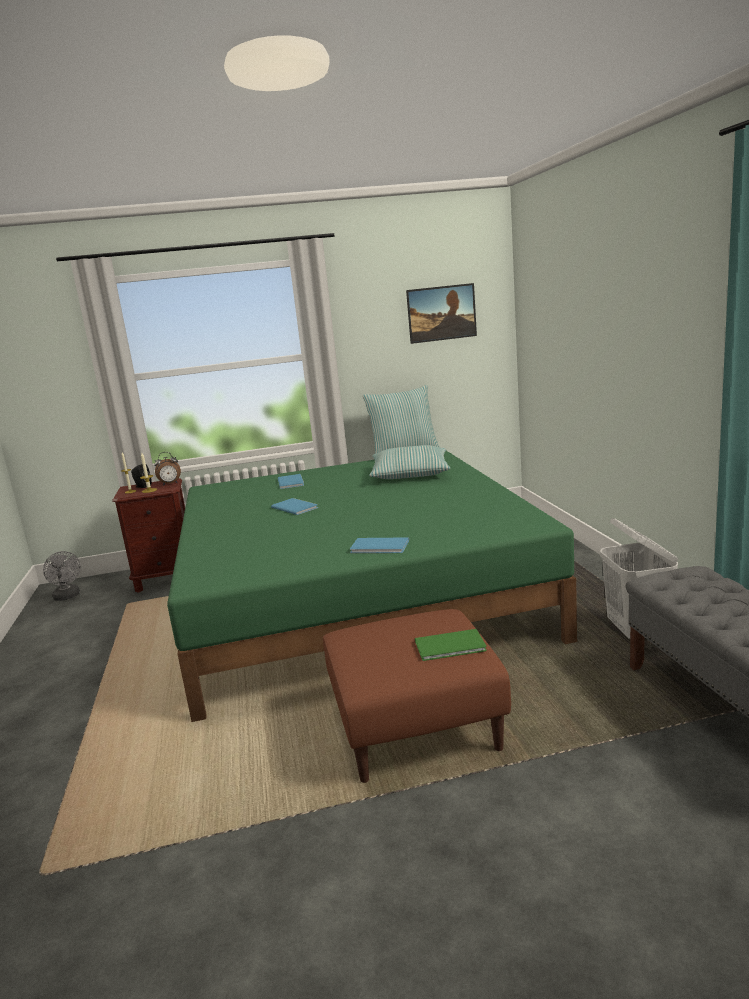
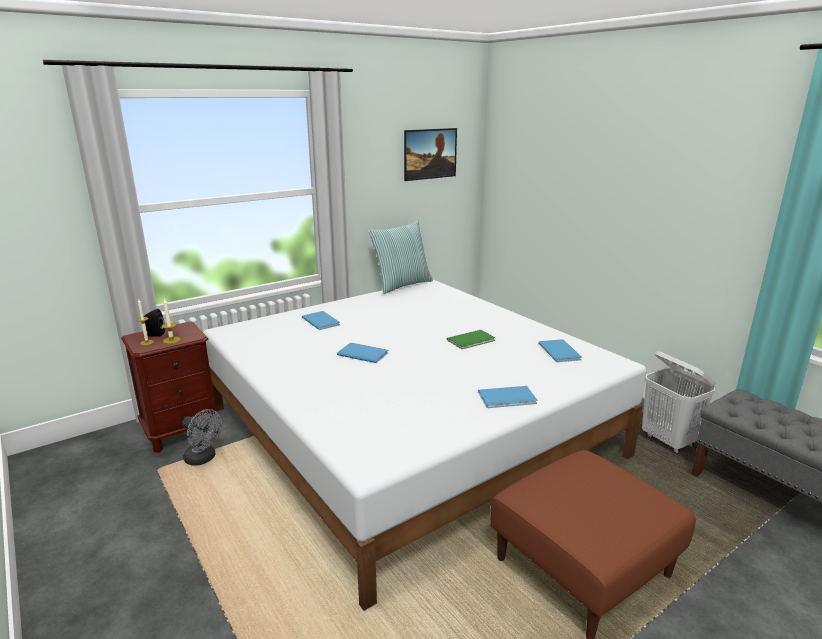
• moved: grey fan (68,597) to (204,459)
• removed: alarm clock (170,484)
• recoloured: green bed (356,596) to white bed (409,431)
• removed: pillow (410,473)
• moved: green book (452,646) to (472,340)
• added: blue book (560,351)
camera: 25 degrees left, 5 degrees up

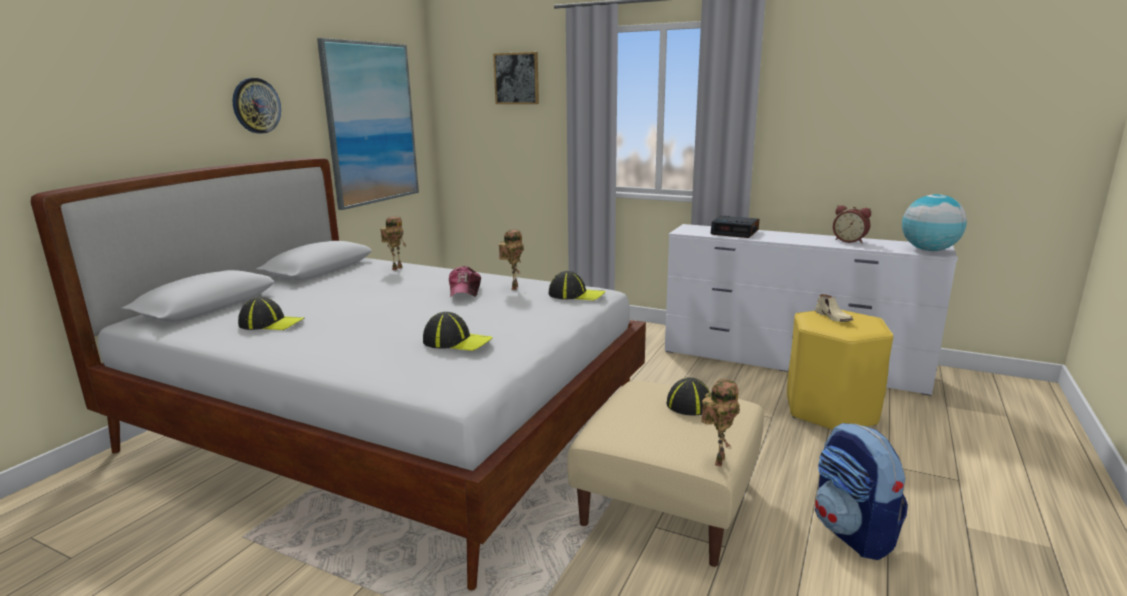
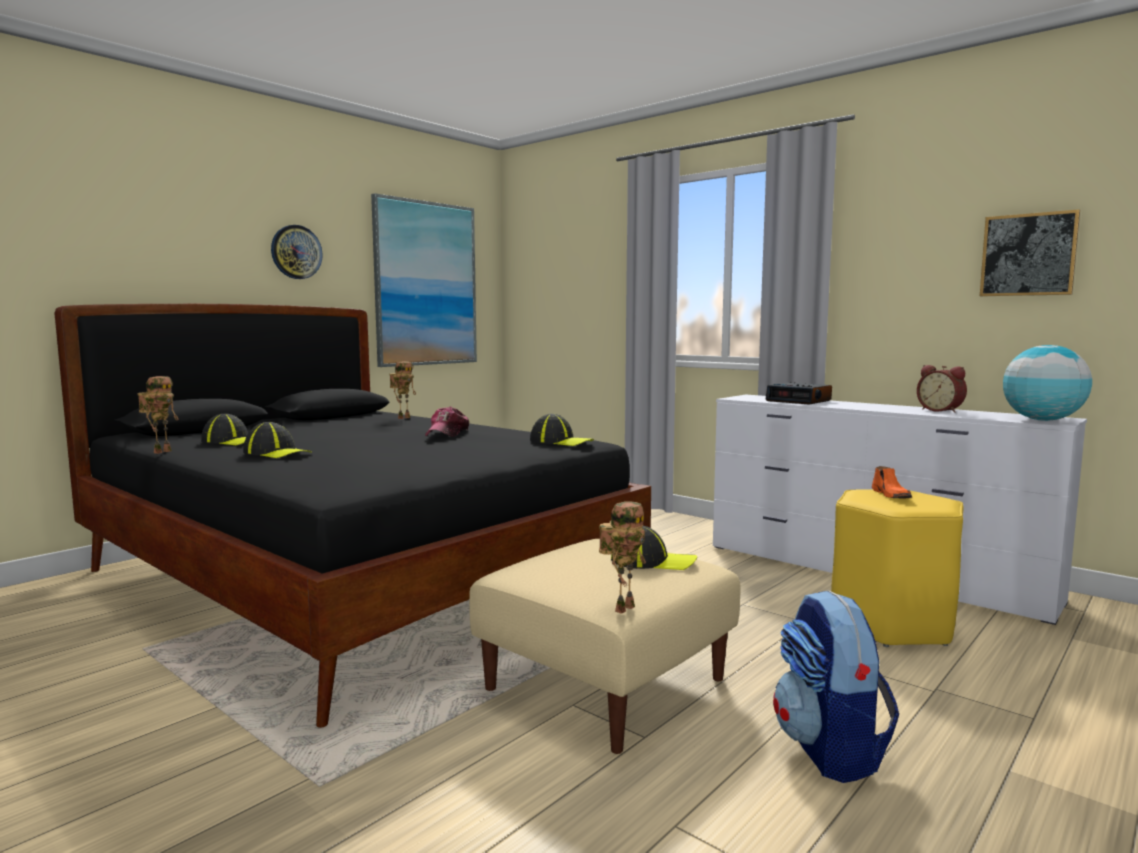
• recoloured: white bed (389,427) to black bed (354,580)
• moved: cap (457,341) to (277,453)
• moved: picture (516,78) to (1028,255)
• moved: toy robot (513,287) to (162,451)
• recoloured: beige shoe (833,317) to orange shoe (891,495)
camera: 15 degrees right, 10 degrees down

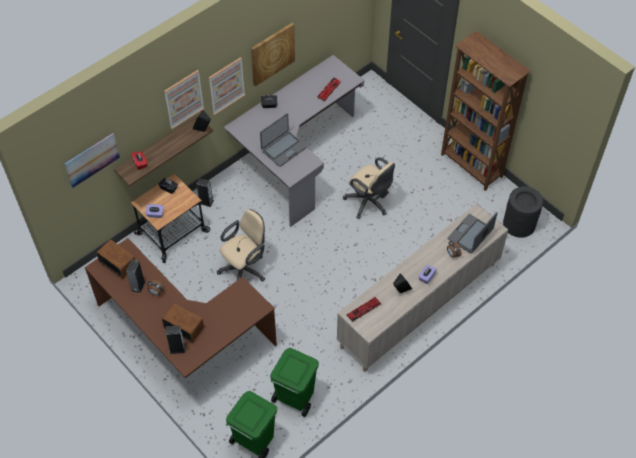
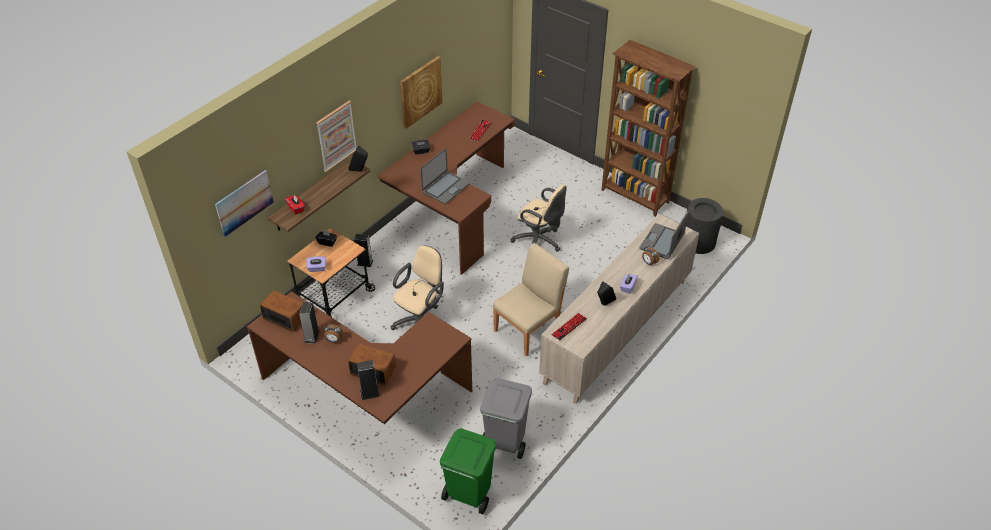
• removed: picture (226,85)
• recoloured: grey desk (295,158) to brown desk (452,211)
• recoloured: green trash can (294,398) to grey trash can (505,442)
• added: beige chair (529,329)
camera: 10 degrees left, 10 degrees down

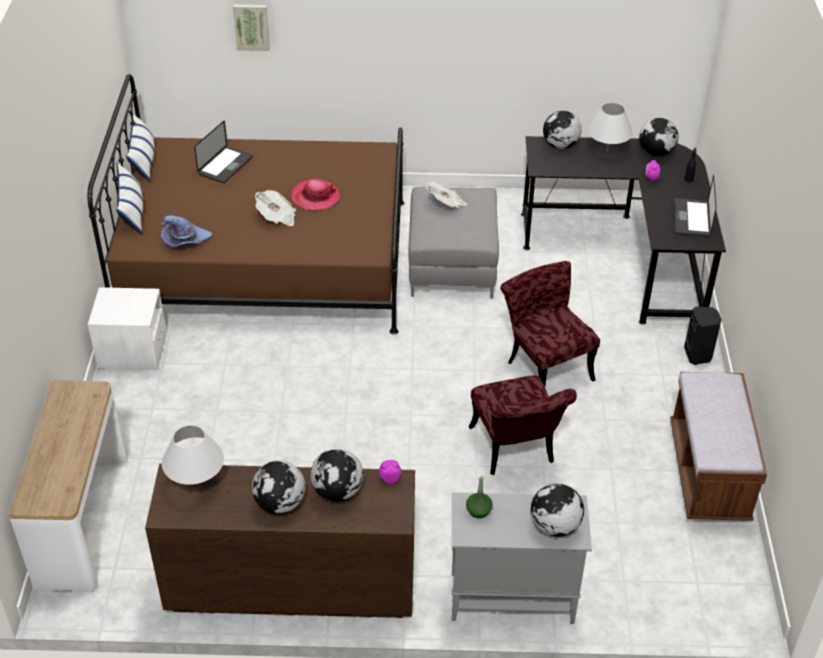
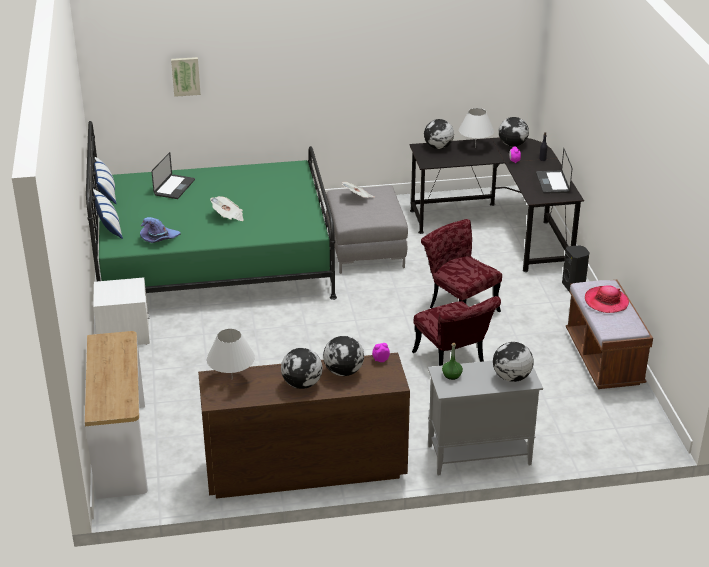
• recoloured: brown bed (265,260) to green bed (214,262)
• moved: hat (315,197) to (606,301)
camera: 10 degrees left, 10 degrees down

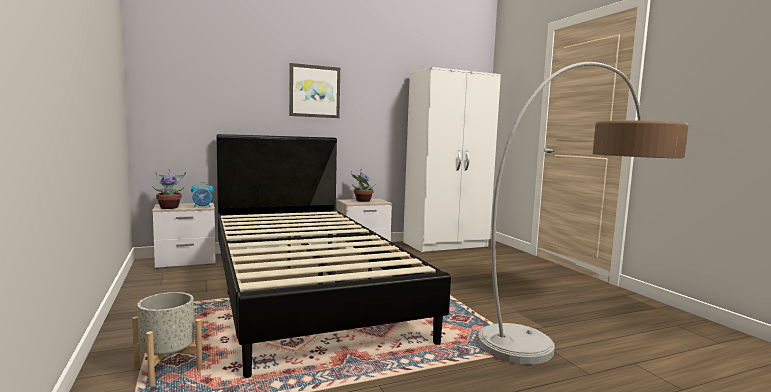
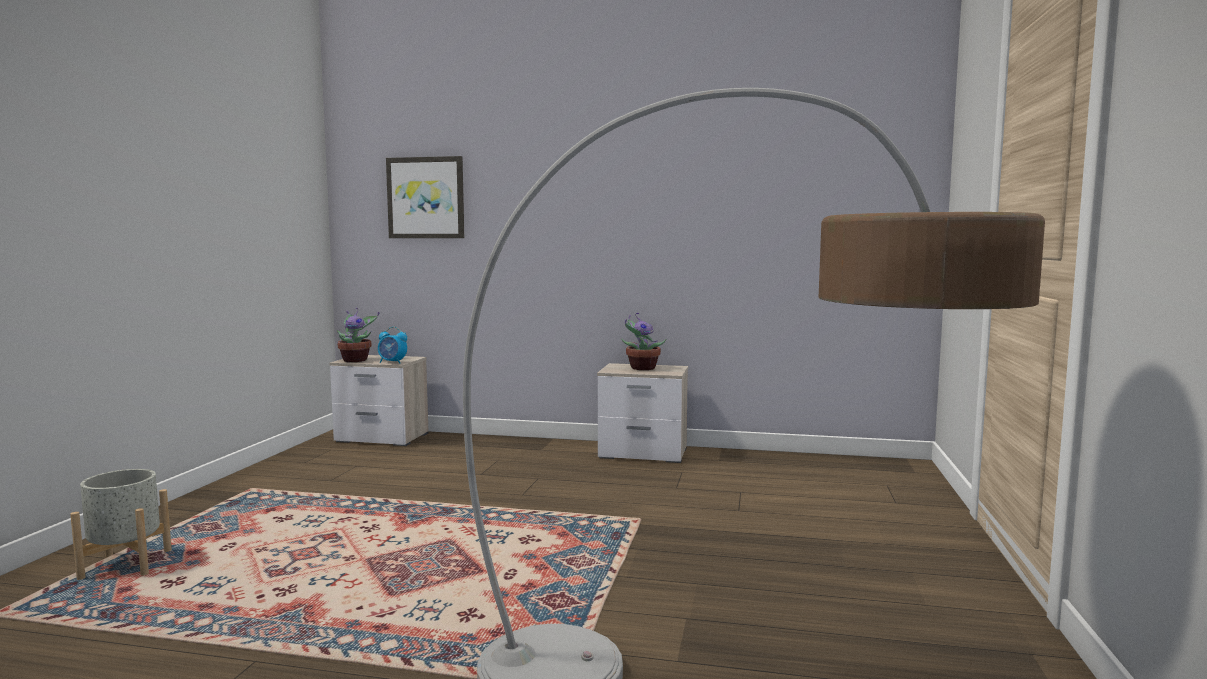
• removed: black bed (303,288)
• moved: picture (314,91) to (426,198)
• removed: white wardrobe (446,244)
camera: 35 degrees right, 0 degrees up

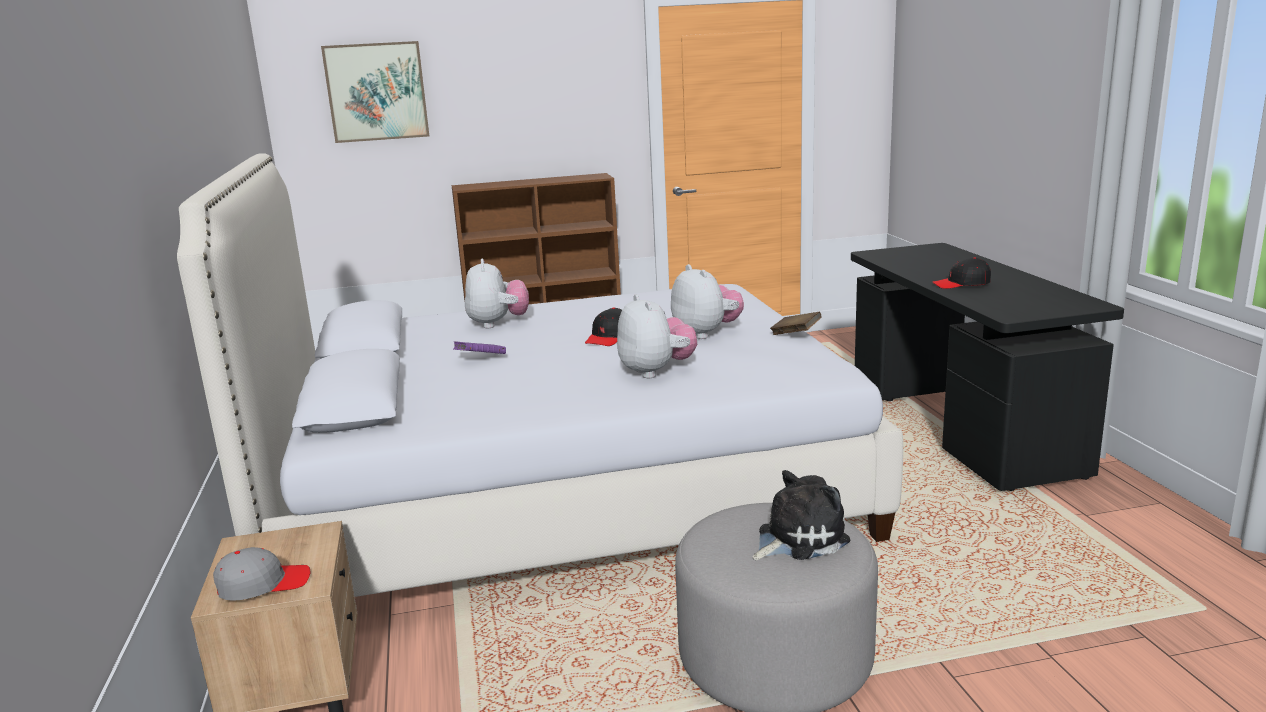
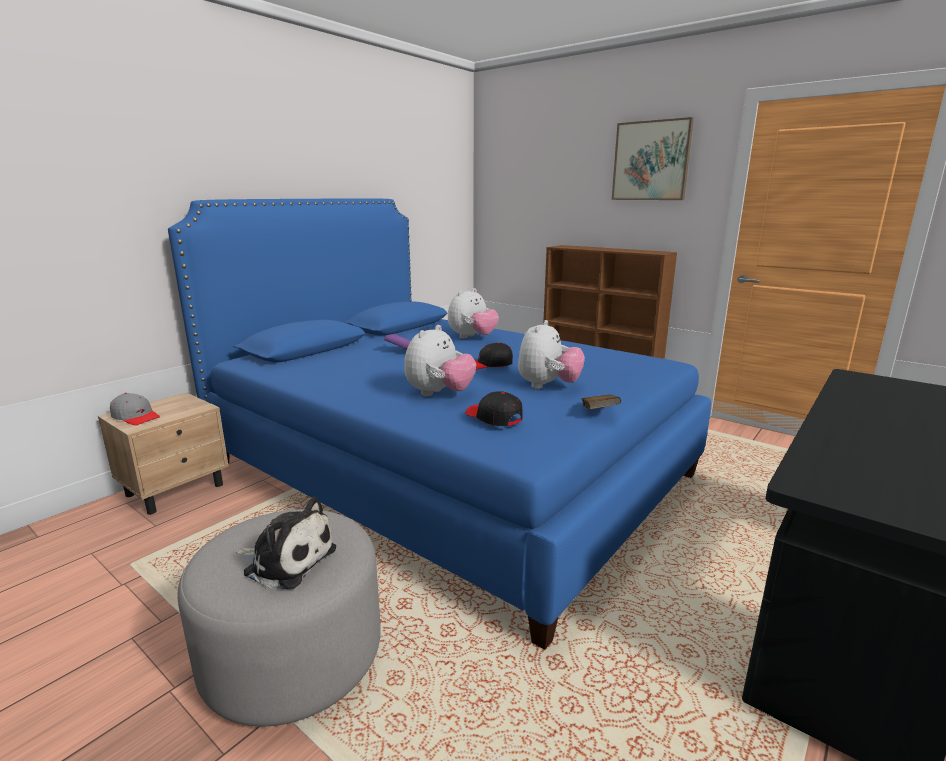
• recoloured: white bed (562,492) to blue bed (447,469)
• moved: picture (376,92) to (651,161)
• moved: black cap (961,284) to (493,417)
camera: 50 degrees right, 0 degrees up

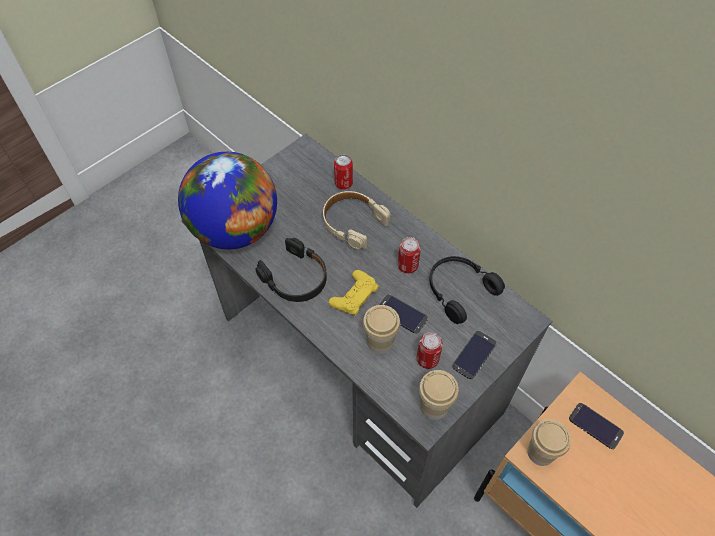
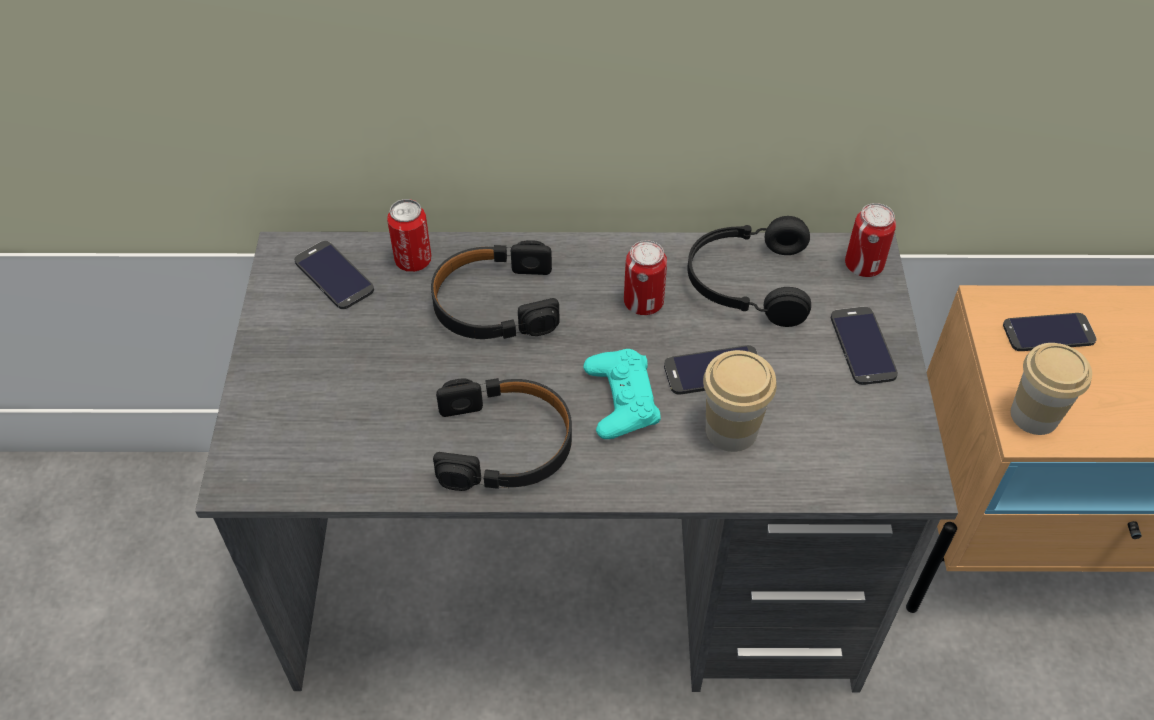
• removed: globe (235,229)
• recoloured: beige headphones (353,222) to black headphones (495,304)
• recoloured: yellow game controller (354,296) to turquoise game controller (621,400)
• moved: can (427,359) to (863,265)
• removed: cup (434,406)
• added: phone (334,275)
camera: 45 degrees left, 5 degrees down

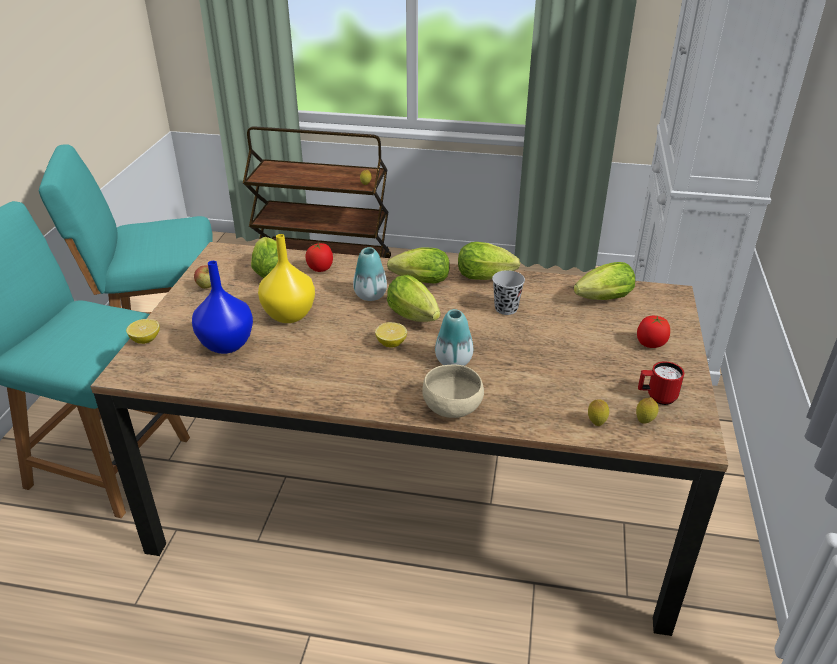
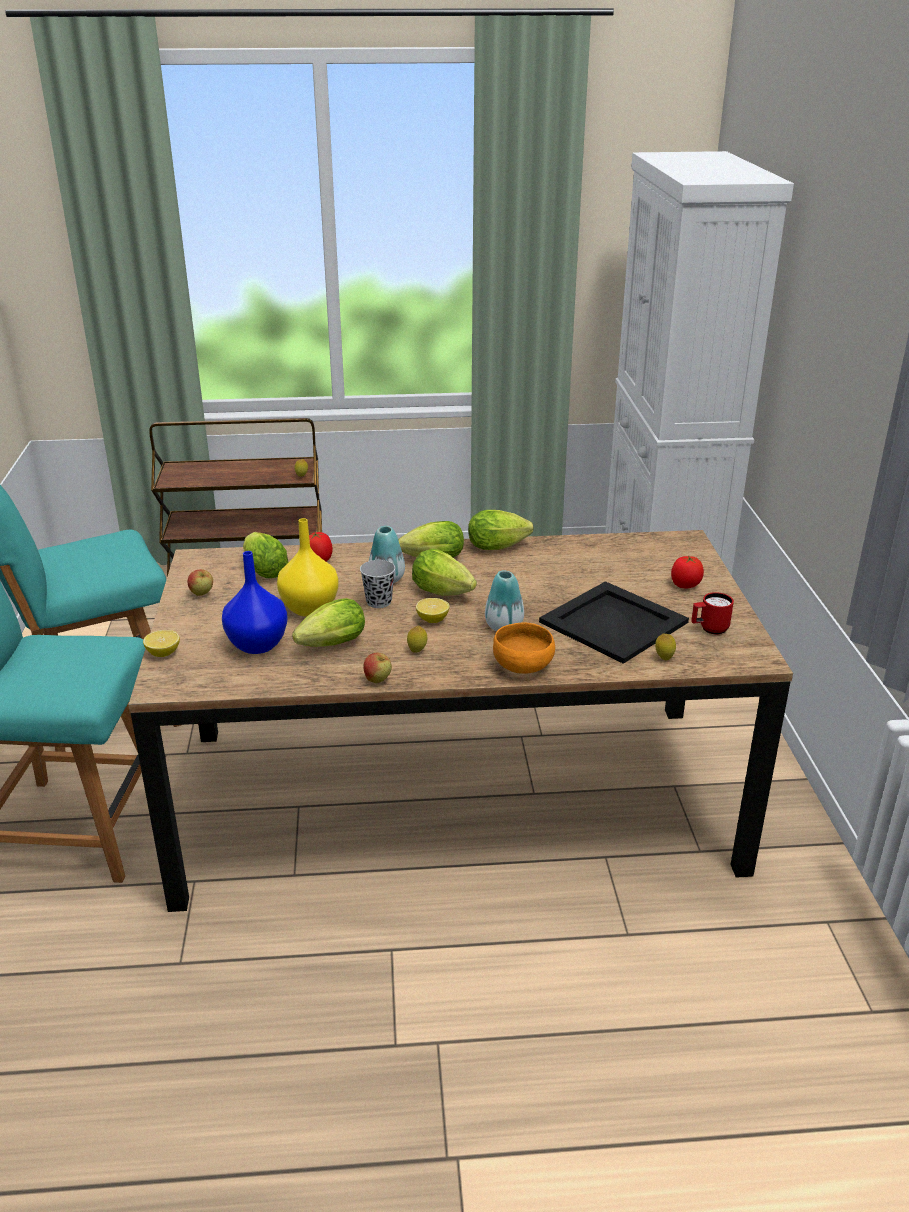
• recoloured: beige bowl (453,407) to orange bowl (523,666)
• moved: black cup (506,308) to (379,602)
• moved: lettuce (600,300) to (329,646)
• moved: lemon (644,421) to (417,651)
• added: apple (378,680)
• added: black tray (613,623)
camera: 15 degrees left, 5 degrees down

